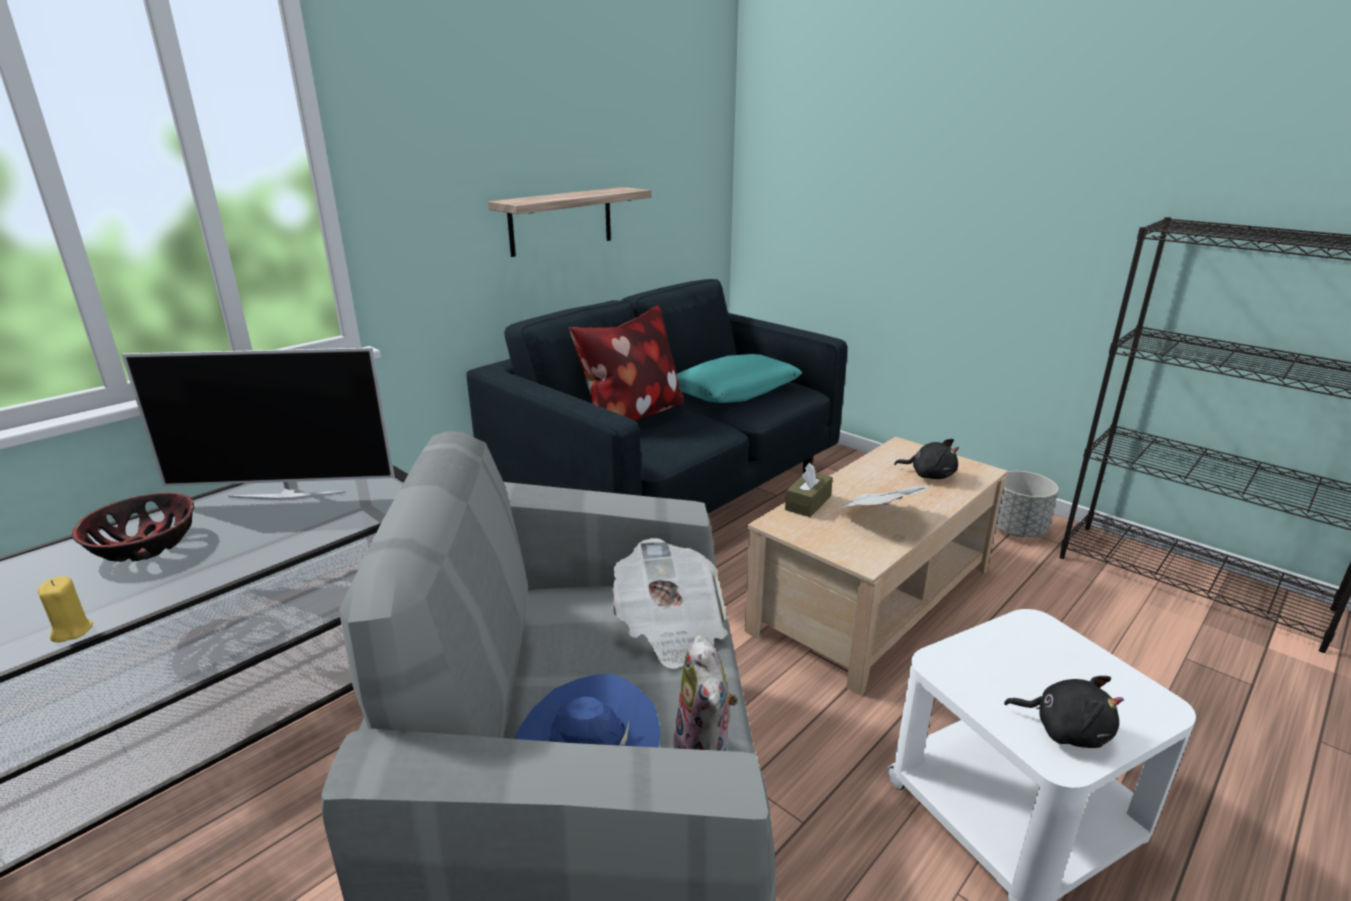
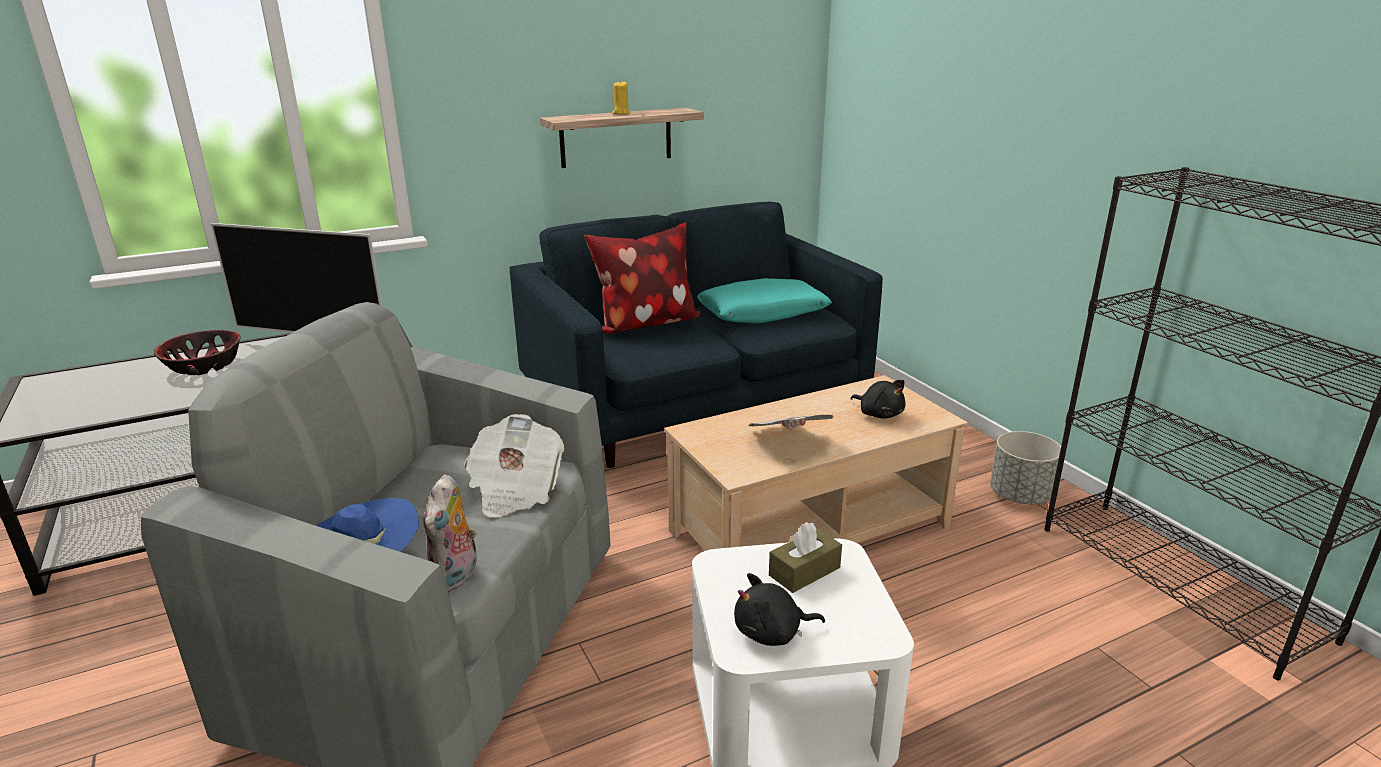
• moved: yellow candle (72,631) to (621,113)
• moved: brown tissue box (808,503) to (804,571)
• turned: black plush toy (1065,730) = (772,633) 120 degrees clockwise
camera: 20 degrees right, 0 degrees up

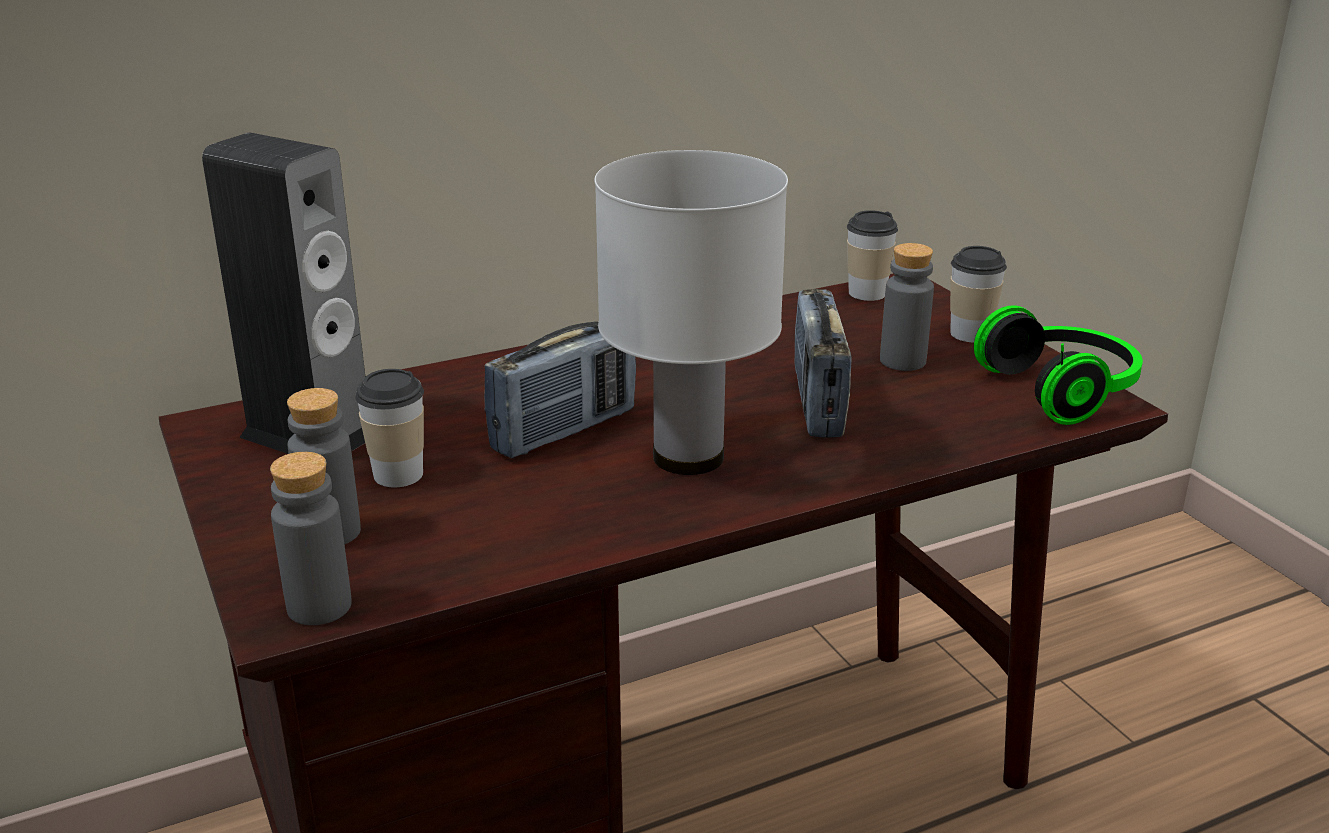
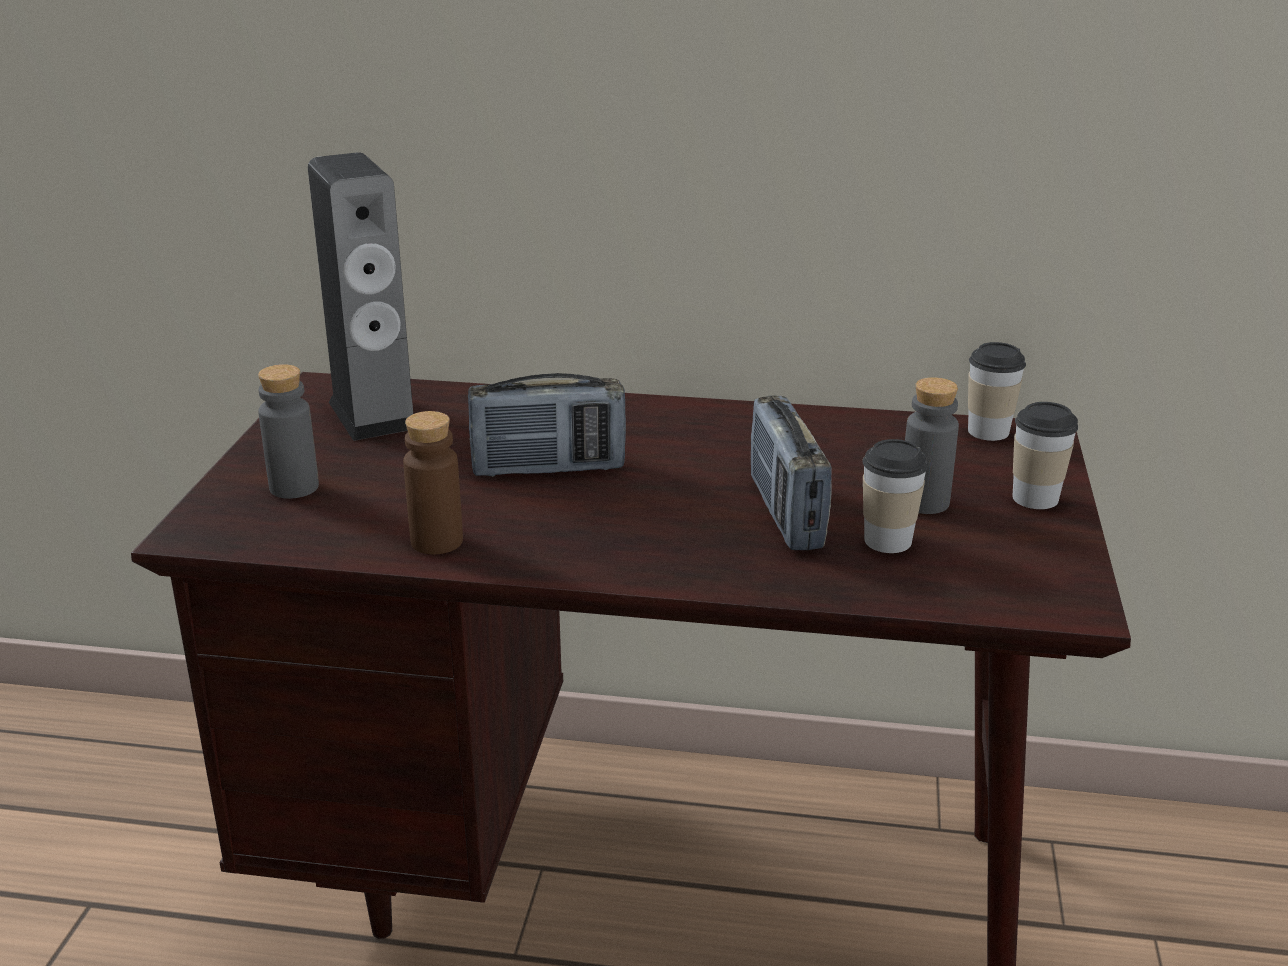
• removed: grey bottle (319,606)
• moved: cup (398,474) to (887,540)
• removed: white table lamp (690,458)
• turned: radio (817,403) = (785,513) 45 degrees counterclockwise
• removed: headphones (1063,391)
• added: brown bottle (436,541)
camera: 35 degrees right, 0 degrees up

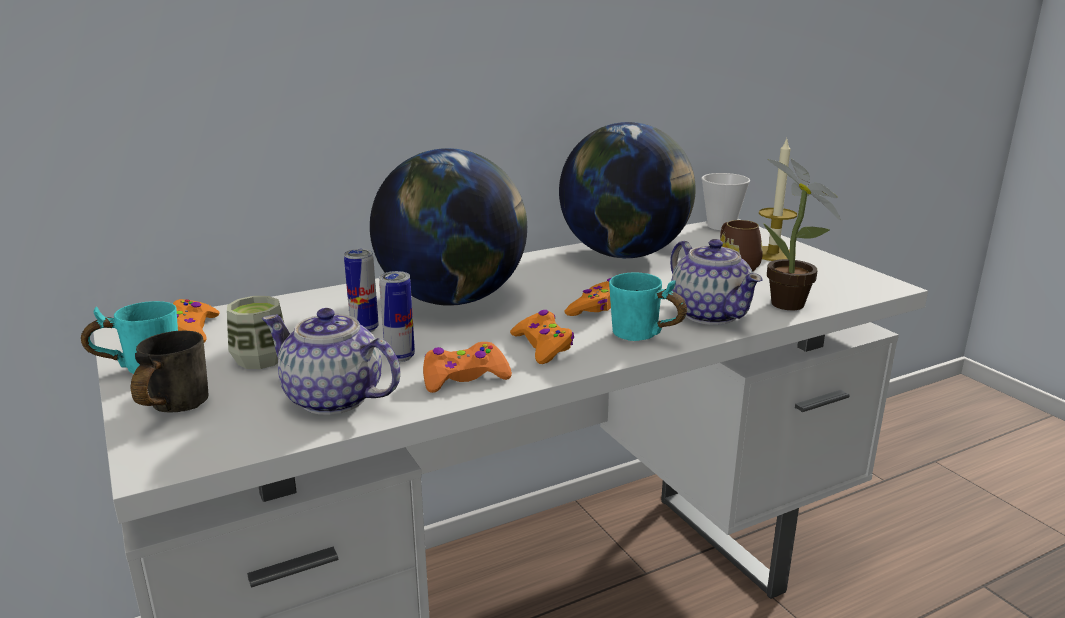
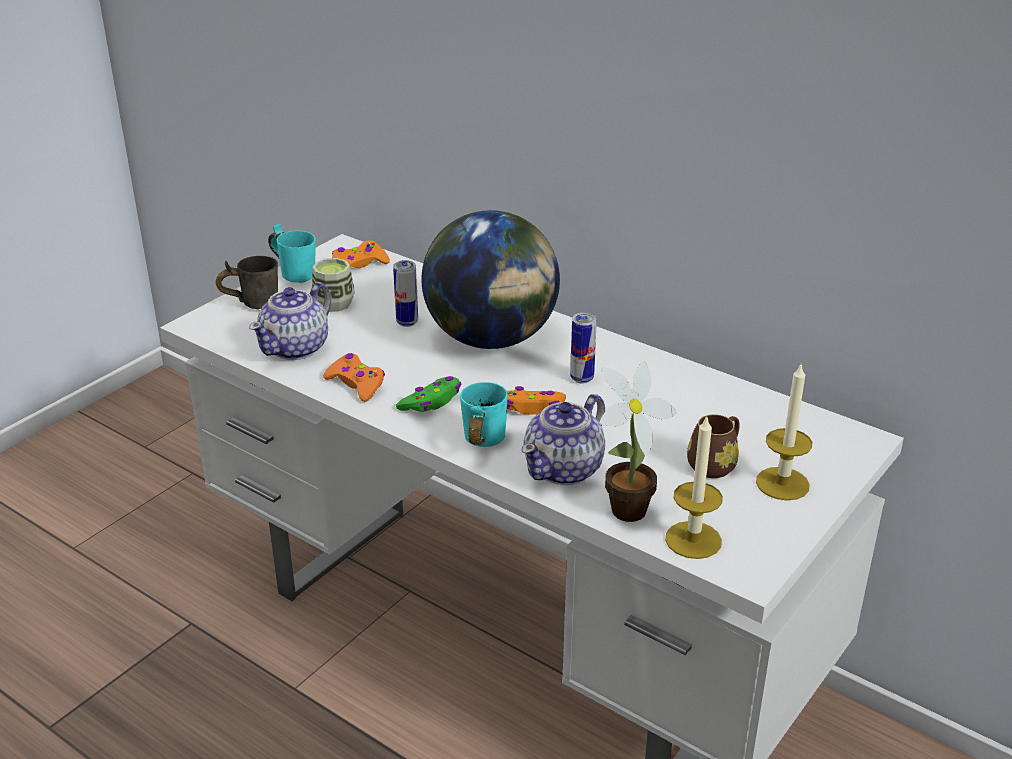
• turned: teapot (334,399) = (296,348) 150 degrees counterclockwise
• moved: can (400,357) to (582,378)
• recoloured: orange game controller (543,346) to green game controller (431,402)
• removed: globe (624,254)
• removed: cup (721,226)
• added: candle (693,540)
camera: 65 degrees right, 10 degrees up

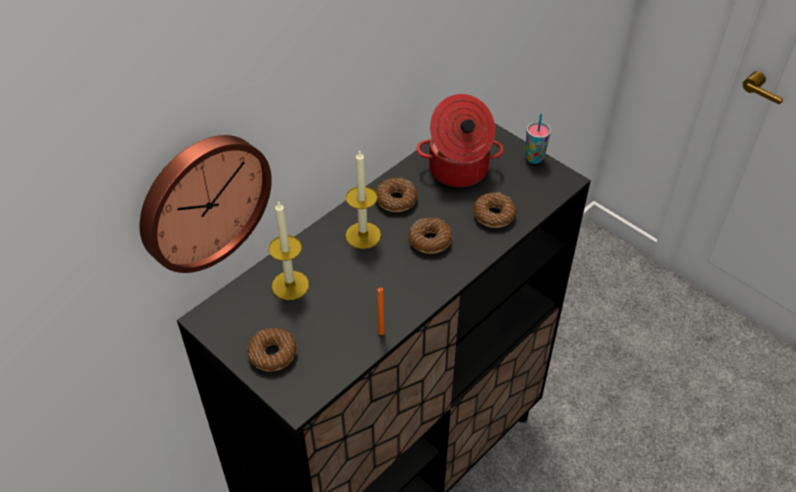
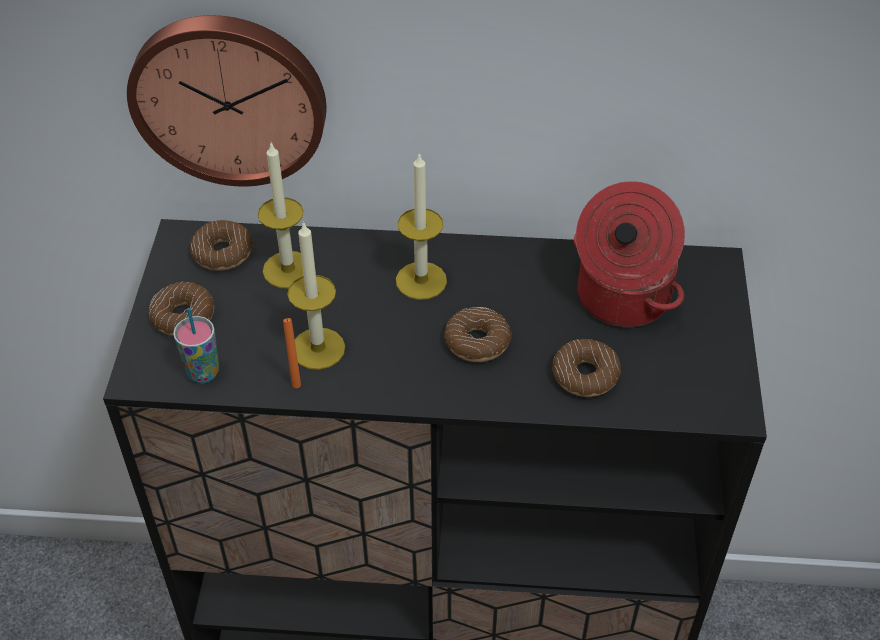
• moved: donut (396,200) to (222,253)
• moved: cup (534,158) to (203,373)
• added: candle (318,348)
camera: 50 degrees right, 0 degrees up

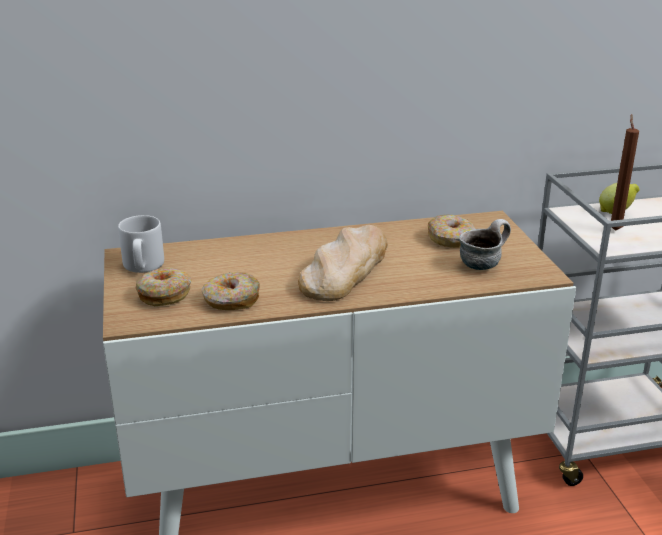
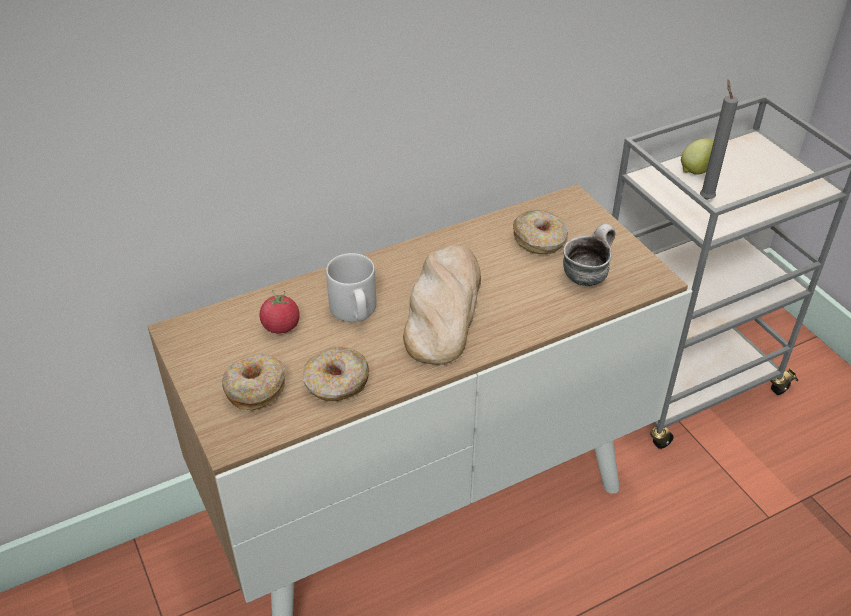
• moved: grey mug (143,266) to (354,311)
• recoloured: brown candle (615,229) to grey candle (705,198)
• added: tomato (281,326)
camera: 15 degrees left, 15 degrees up

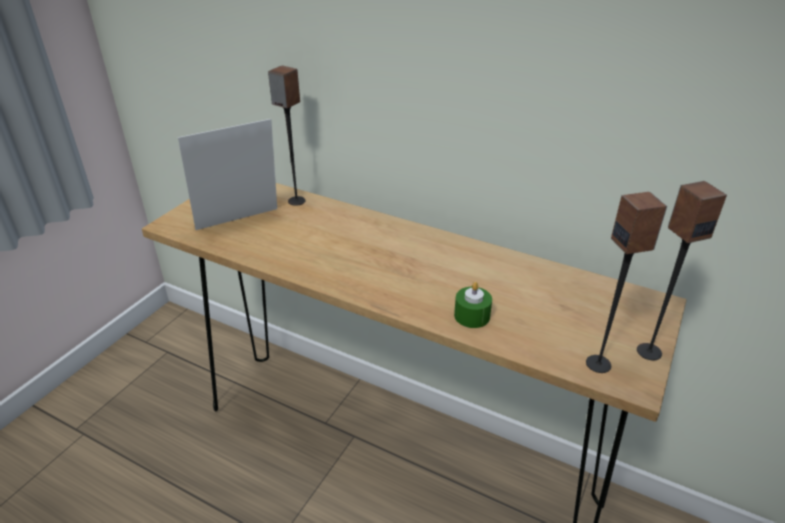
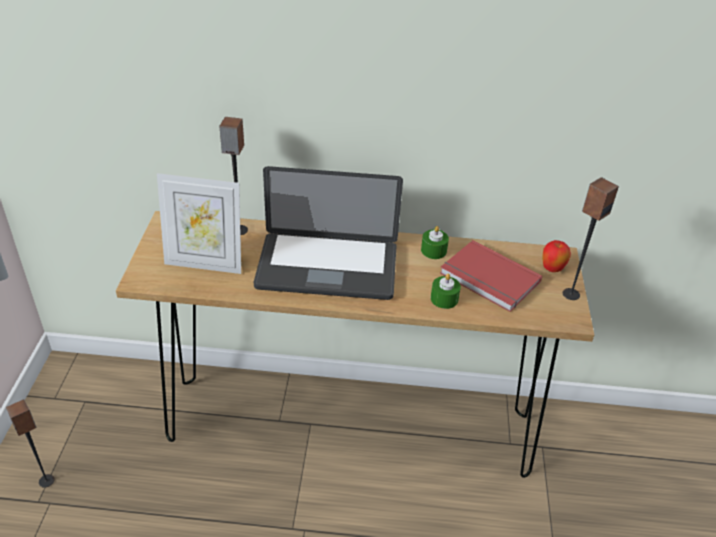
• turned: picture frame (240,223) = (205,263) 120 degrees counterclockwise
• moved: speaker (599,364) to (47,480)
• added: laptop (327,268)
• added: green candle (433,250)
• added: red book (488,279)
• added: apple (552,269)
camera: 25 degrees left, 5 degrees up

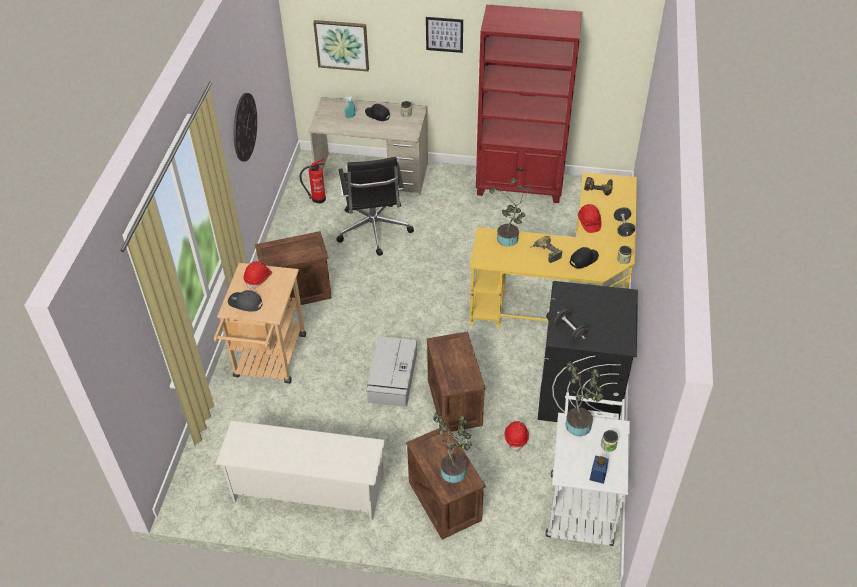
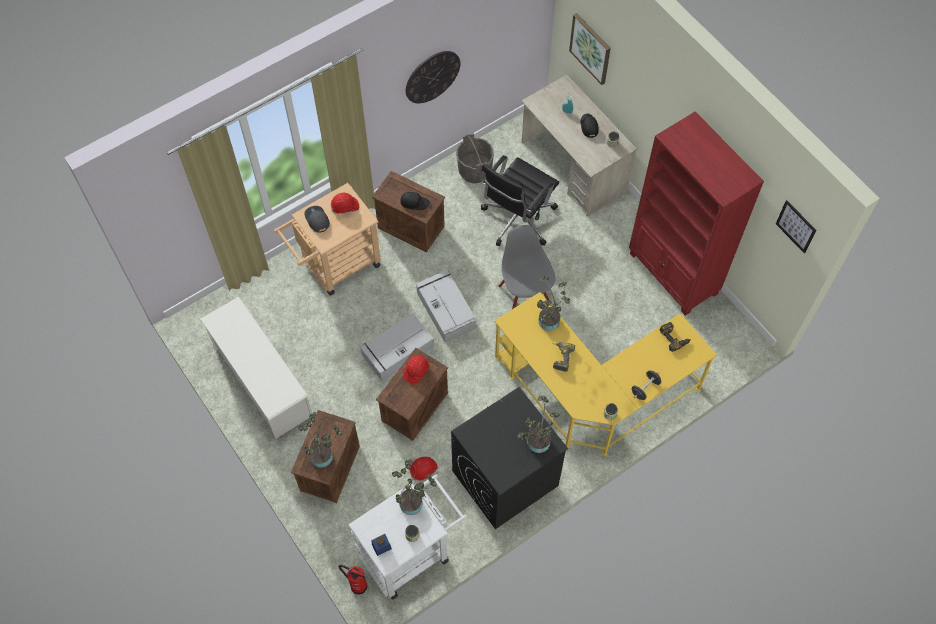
• moved: fire extinguisher (317,199) to (357,585)
• moved: picture (444,34) to (796,226)
• removed: black dumbbell (570,331)
• moved: black cap (583,259) to (414,202)
• moved: red hard hat (588,223) to (416,371)
• added: grey storage box (445,309)
• added: grey bucket (475,170)
• added: grey chair (525,294)
• added: potted plant (536,443)
camera: 45 degrees right, 15 degrees up

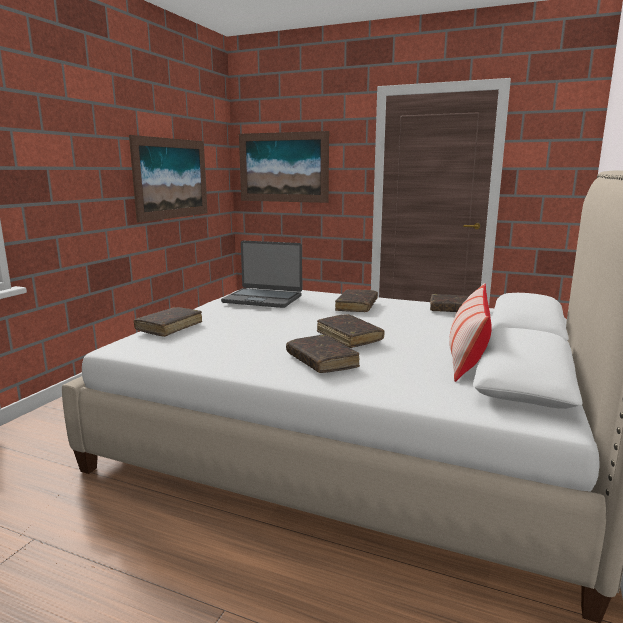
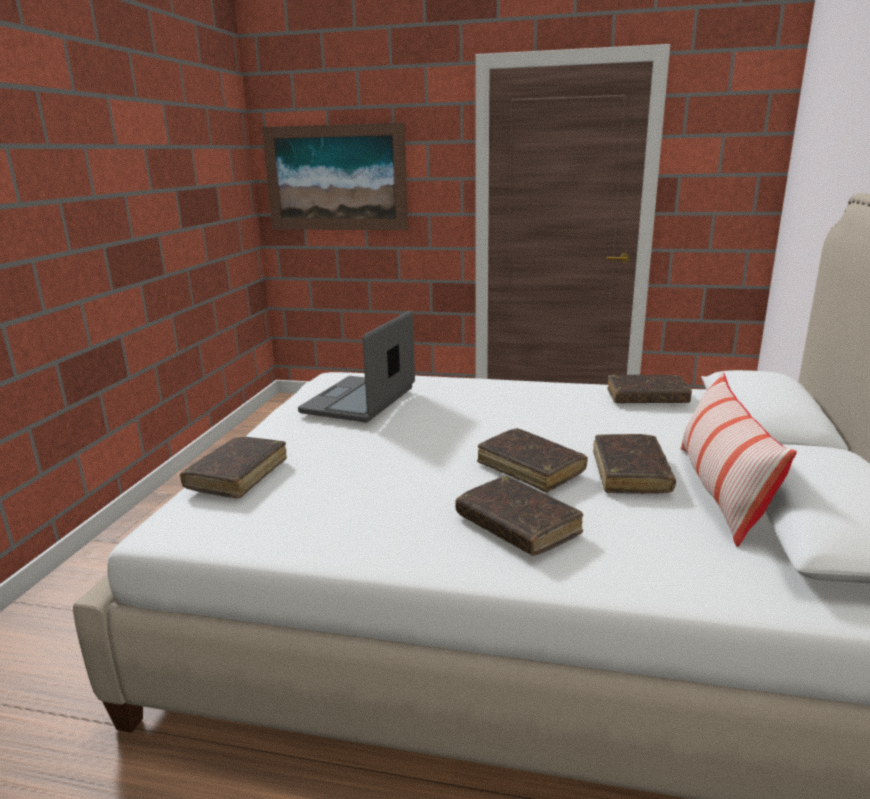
• removed: picture (171,178)
• turned: laptop (263,299) = (360,401) 105 degrees clockwise
• moved: brown book (356,306) to (630,473)
camera: 10 degrees left, 5 degrees up

